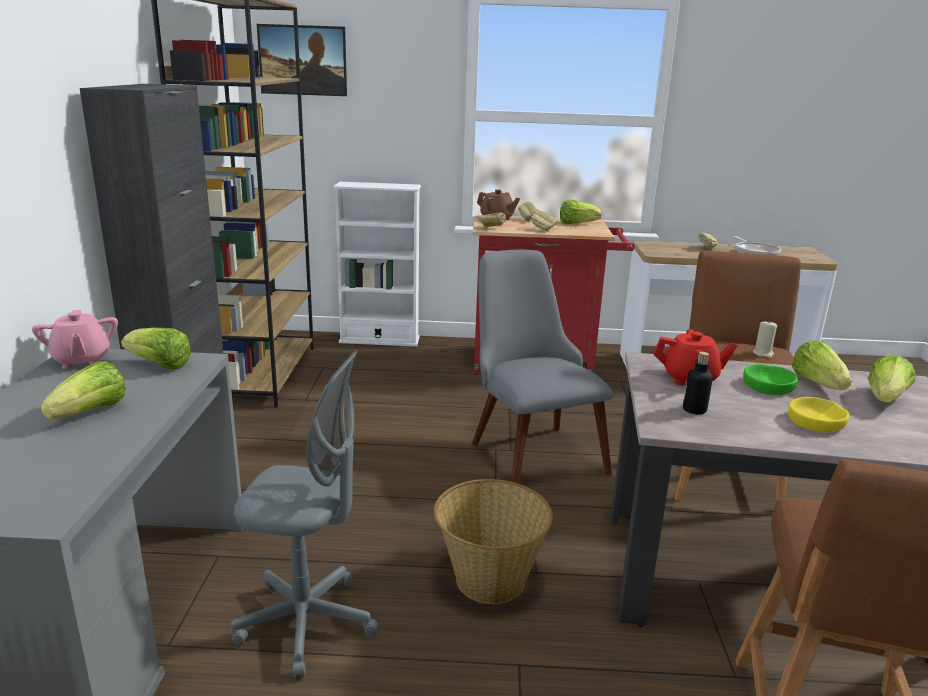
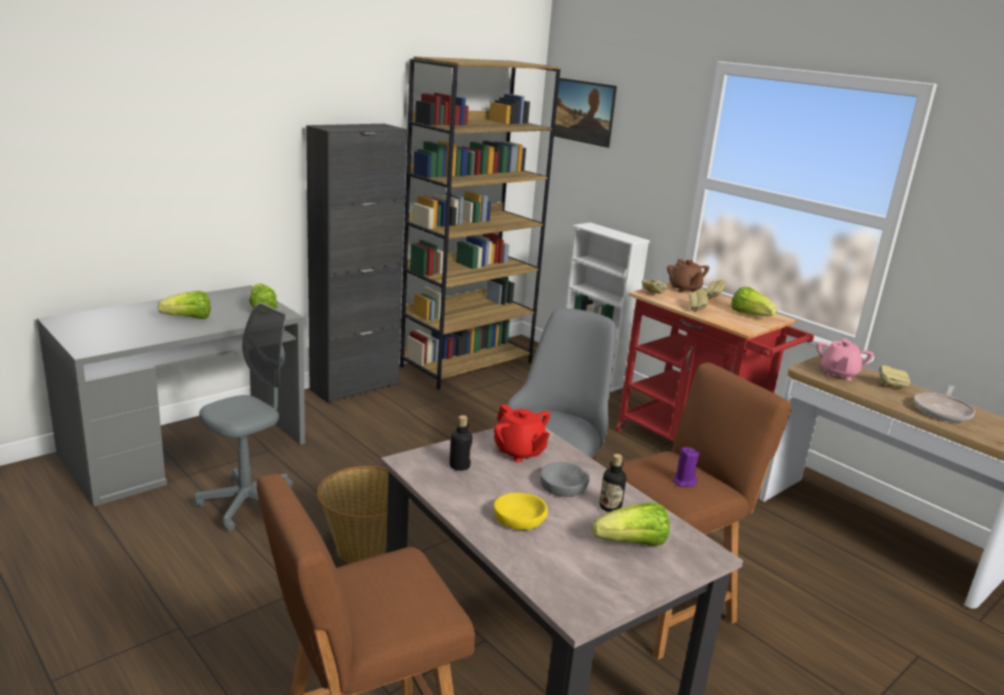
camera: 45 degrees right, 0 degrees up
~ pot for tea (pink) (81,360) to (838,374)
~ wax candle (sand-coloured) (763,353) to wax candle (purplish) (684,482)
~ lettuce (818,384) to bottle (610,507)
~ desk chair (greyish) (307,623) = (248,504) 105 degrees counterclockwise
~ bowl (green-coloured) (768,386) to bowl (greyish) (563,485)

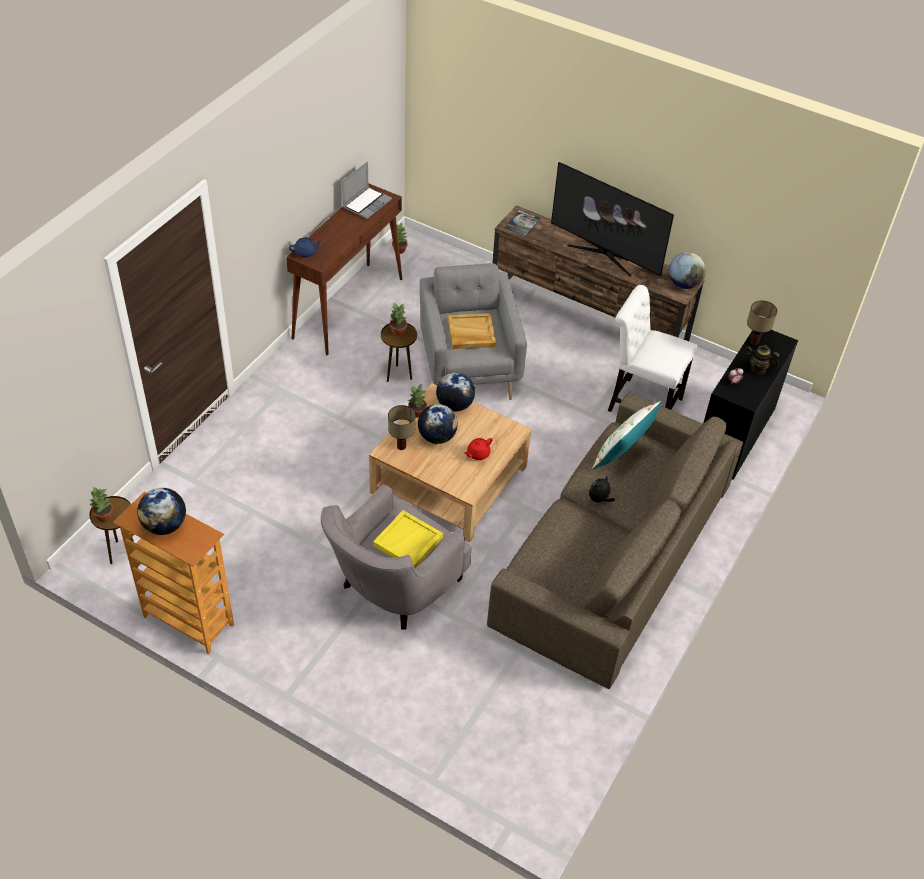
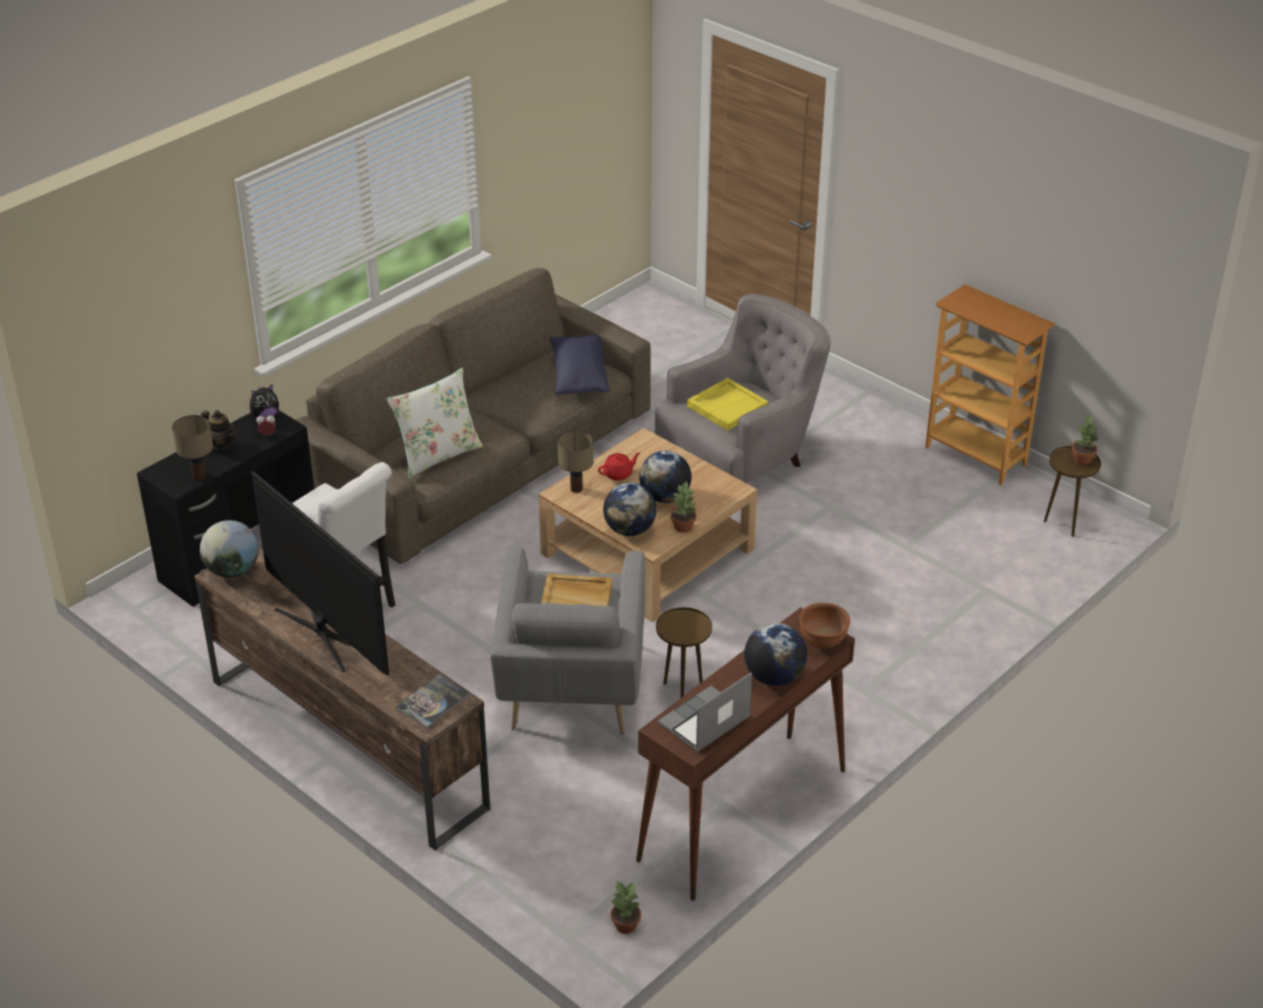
camera: 165 degrees left, 10 degrees down
~ pot for tea (blue) (305,252) to bowl (brown) (822,641)
- plant in a pot (398,331)
~ lamp for a table (401,447) to (576,488)
~ cuddly toy (599,499) to (265,416)
~ world globe (165,525) to (774,677)
+ cushion (blue) (579,376)

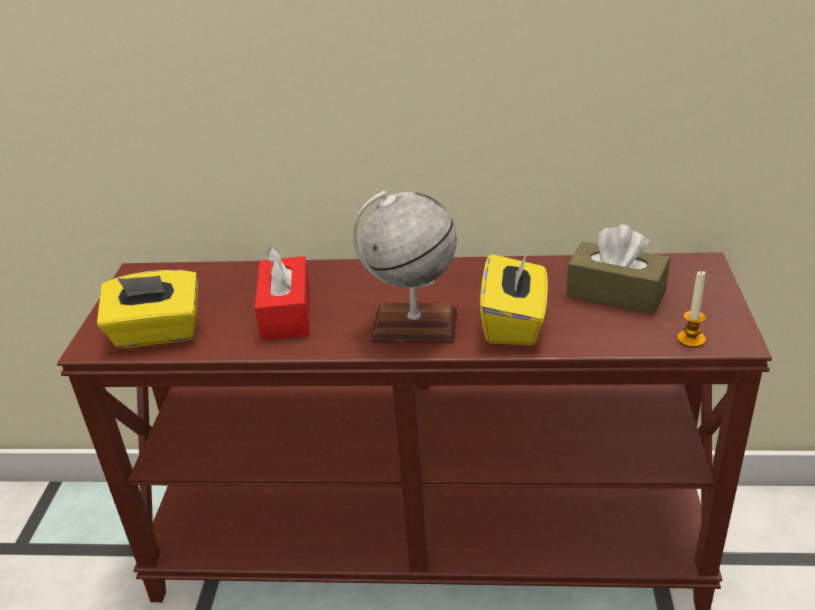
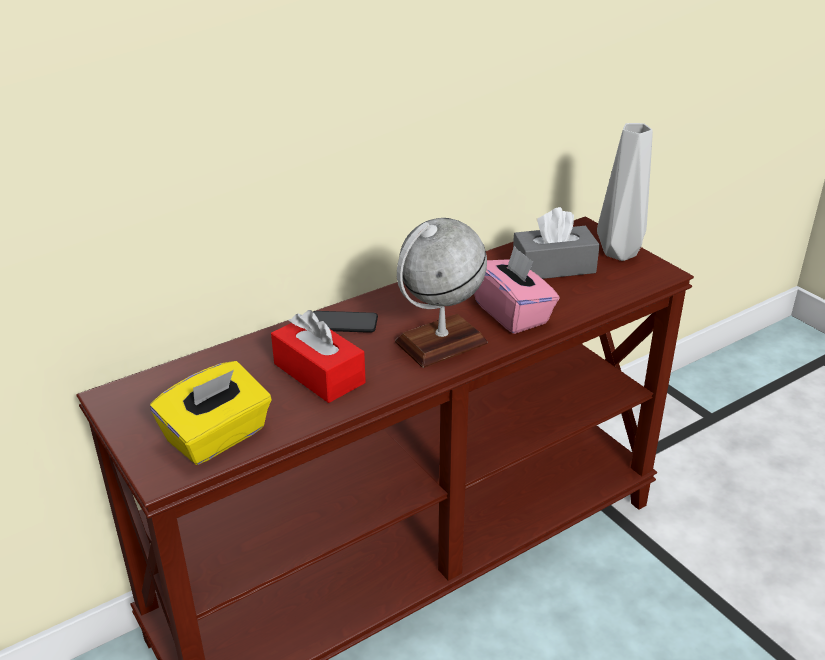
camera: 40 degrees left, 0 degrees up
~ tissue holder (brown) (616,293) to tissue holder (greyish) (553,267)
~ tissue holder (yellowish) (514,323) to tissue holder (pink) (512,313)
- wax candle (691,339)
+ vase (greyish) (617,253)
+ telephone (343,323)

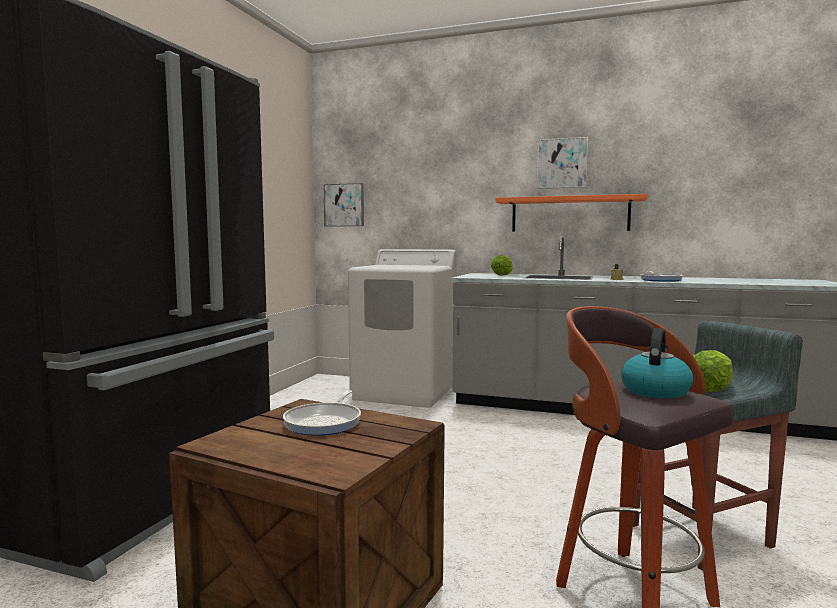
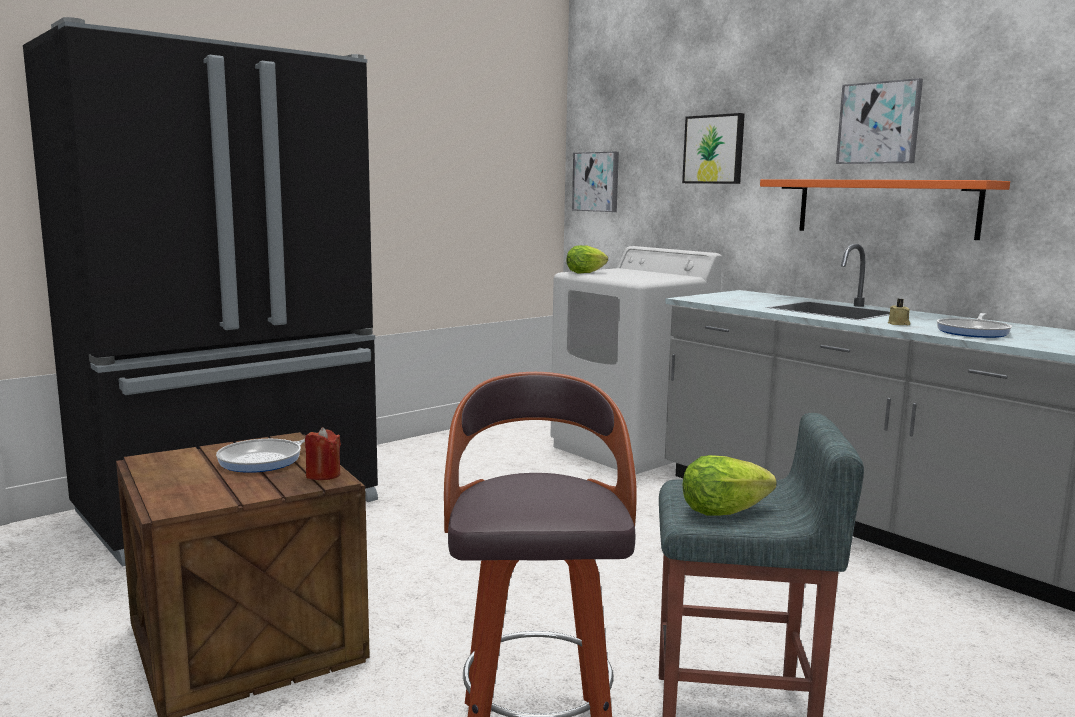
camera: 30 degrees right, 5 degrees up
~ lettuce (502,275) to (585,273)
- water kettle (655,390)
+ picture (714,149)
+ wax candle (reddish) (323,475)

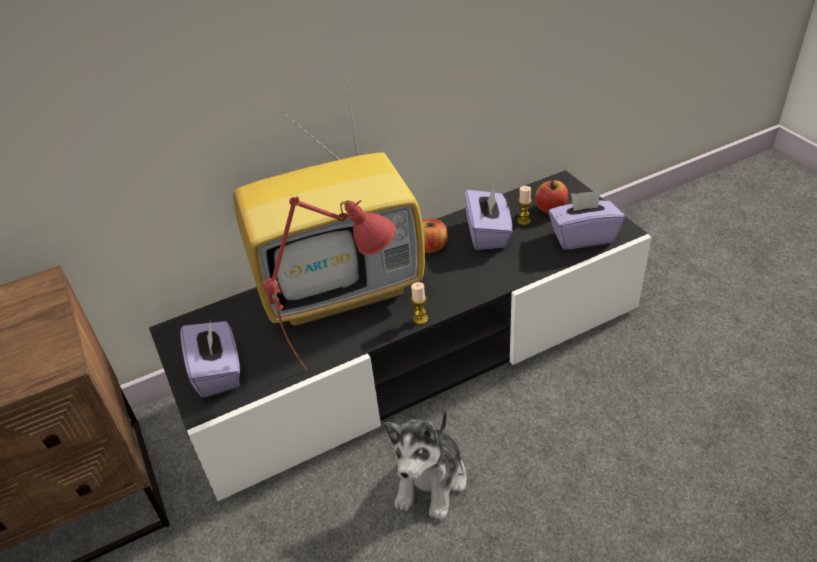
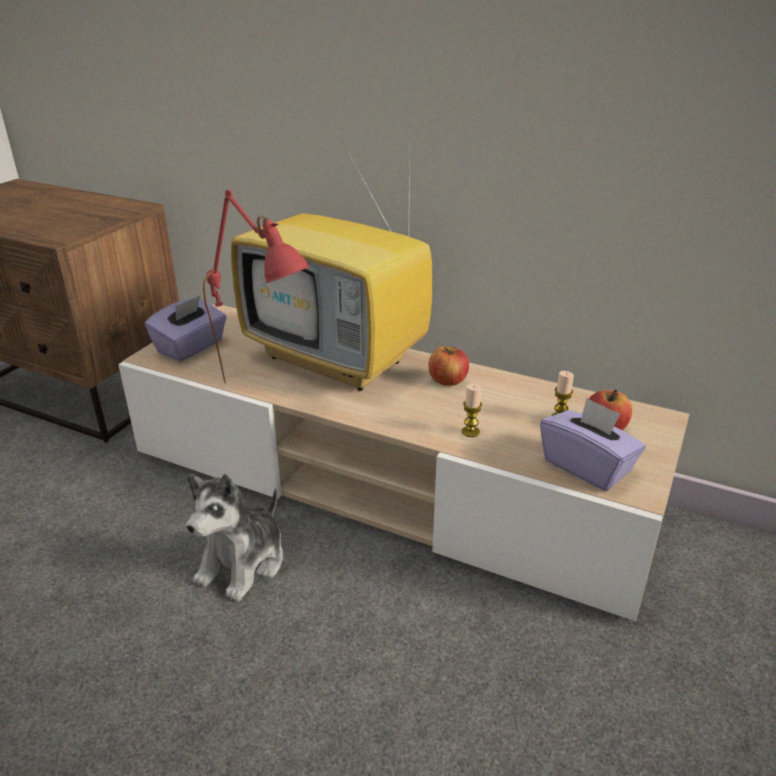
camera: 50 degrees right, 10 degrees down
~ tv unit (blackish) (415,354) to tv unit (sand-coloured) (388,483)
- tissue holder (purplish) (488,233)
~ wax candle (420,319) to (470,432)
~ cuddly toy (431,481) = (243,563) 45 degrees counterclockwise

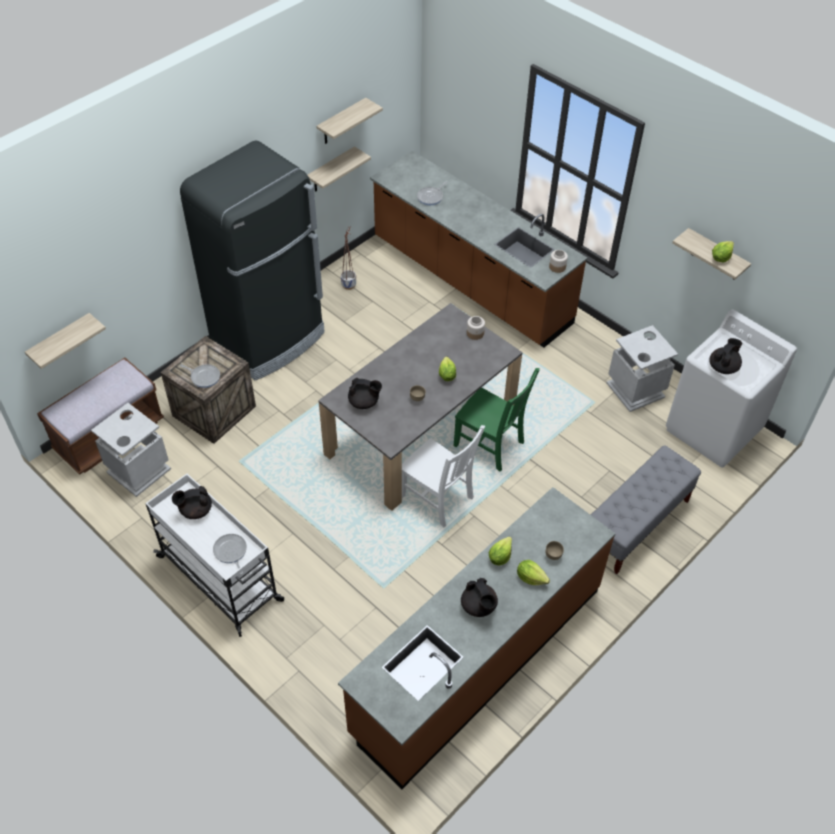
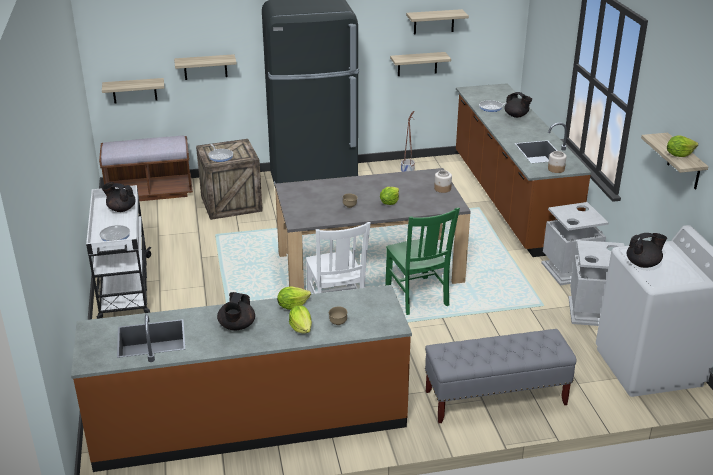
camera: 35 degrees right, 20 degrees down
~ pot for tea (blackish) (364,402) to (516,116)
~ waste bin (greyish) (138,471) to (569,271)
+ bracket shelf (205,67)

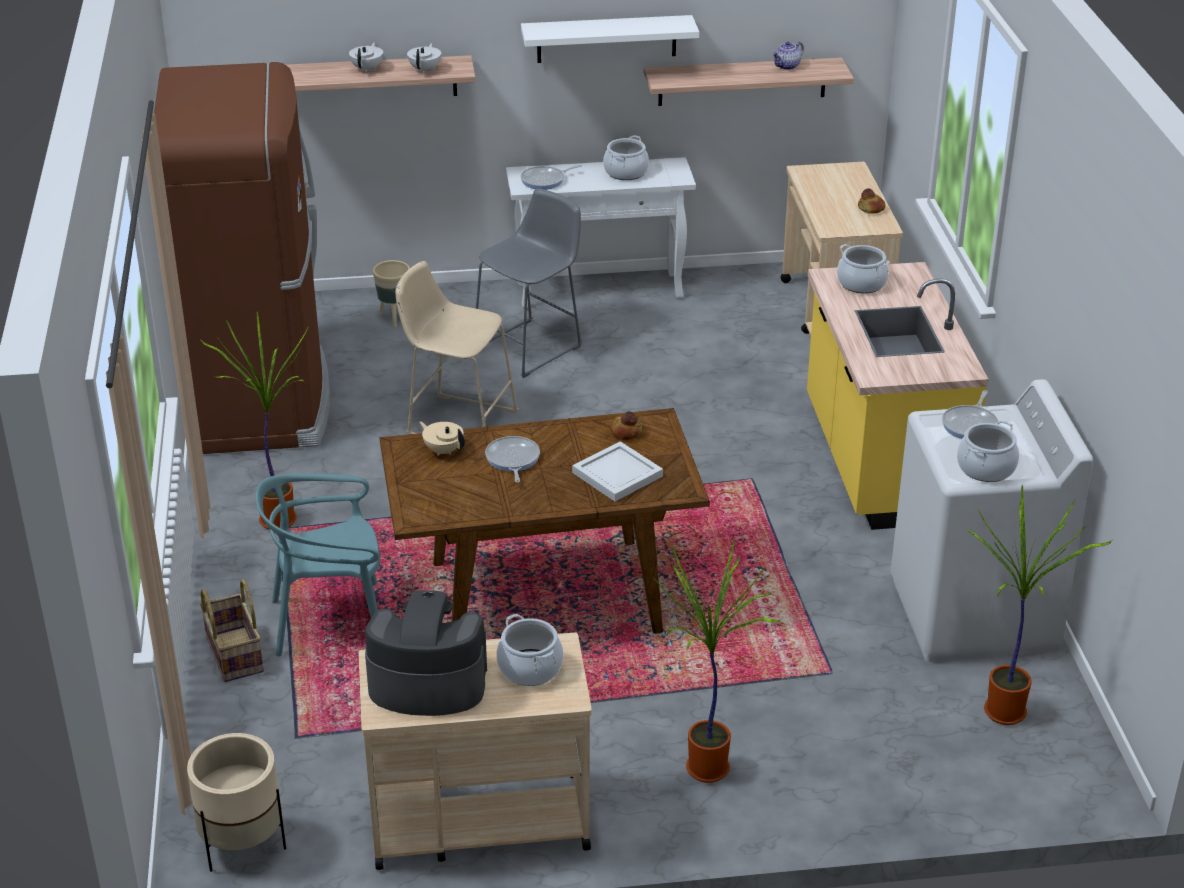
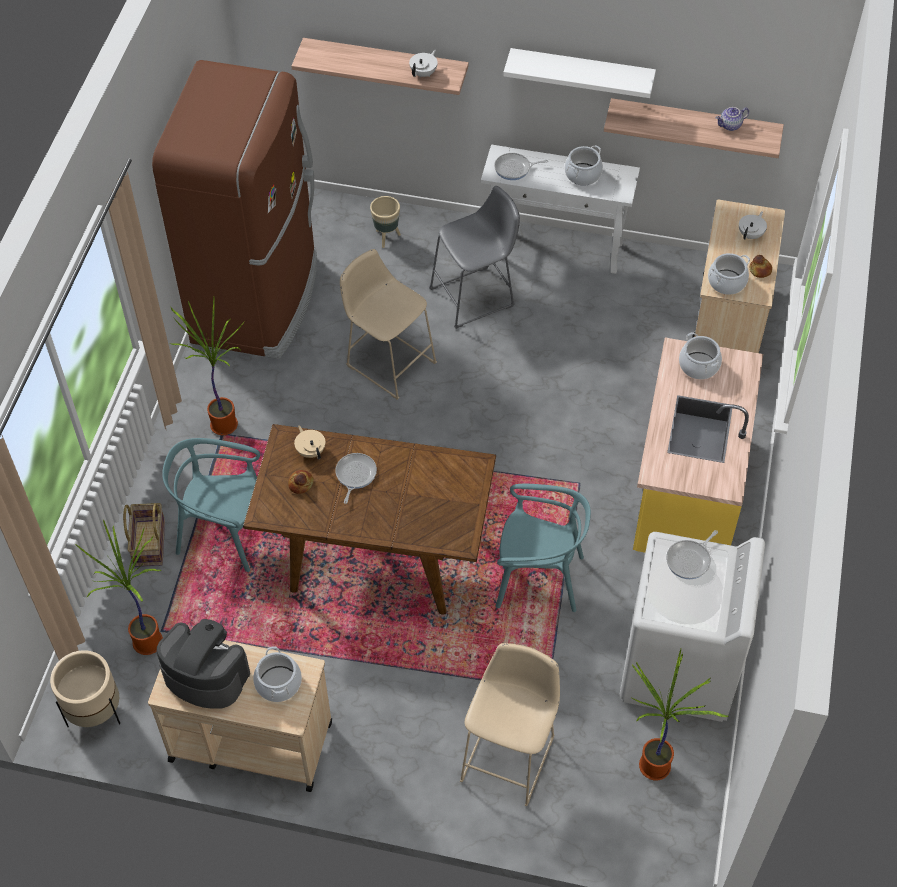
camera: 20 degrees right, 20 degrees up
~ pot for tea (white) (367,69) to (751,234)
~ baked bread (626,432) to (301,484)
~ cooking pot (985,468) to (726,282)
- tray (white) (619,474)
~ plant in a pot (709,771) to (148,645)
+ plain chair (turquoise) (538,578)
+ stool (sand-coloured) (510,754)

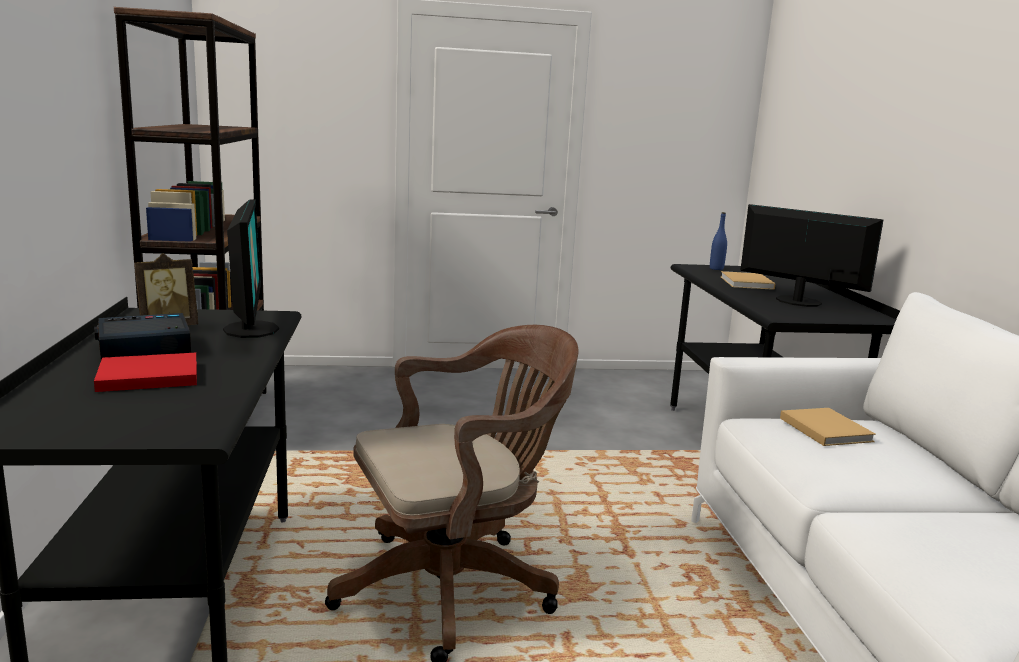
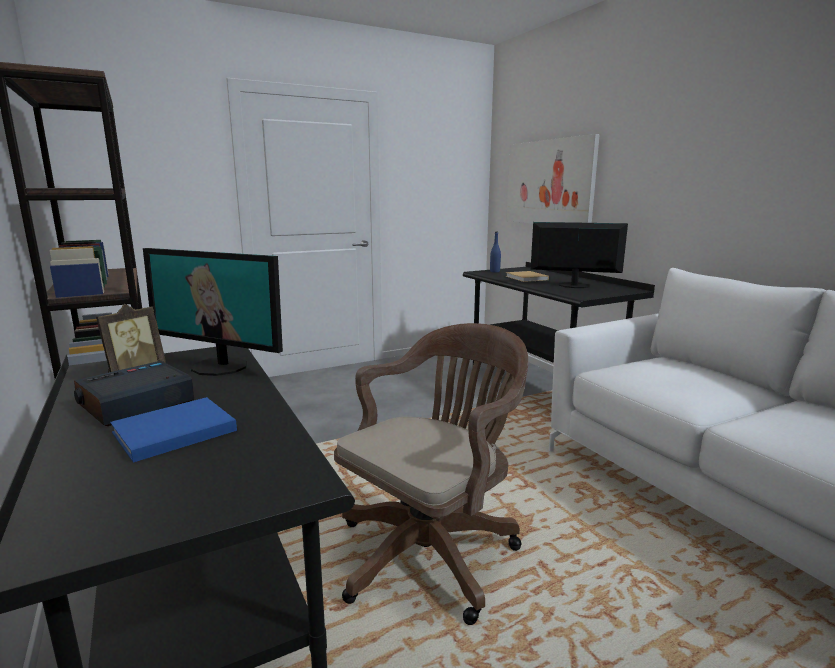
camera: 20 degrees left, 0 degrees up
~ monitor (249,329) = (220,366) 150 degrees clockwise
~ volume (reddish) (145,376) to volume (blue) (171,432)
- volume (sand-coloured) (823,428)
+ picture (549,182)

